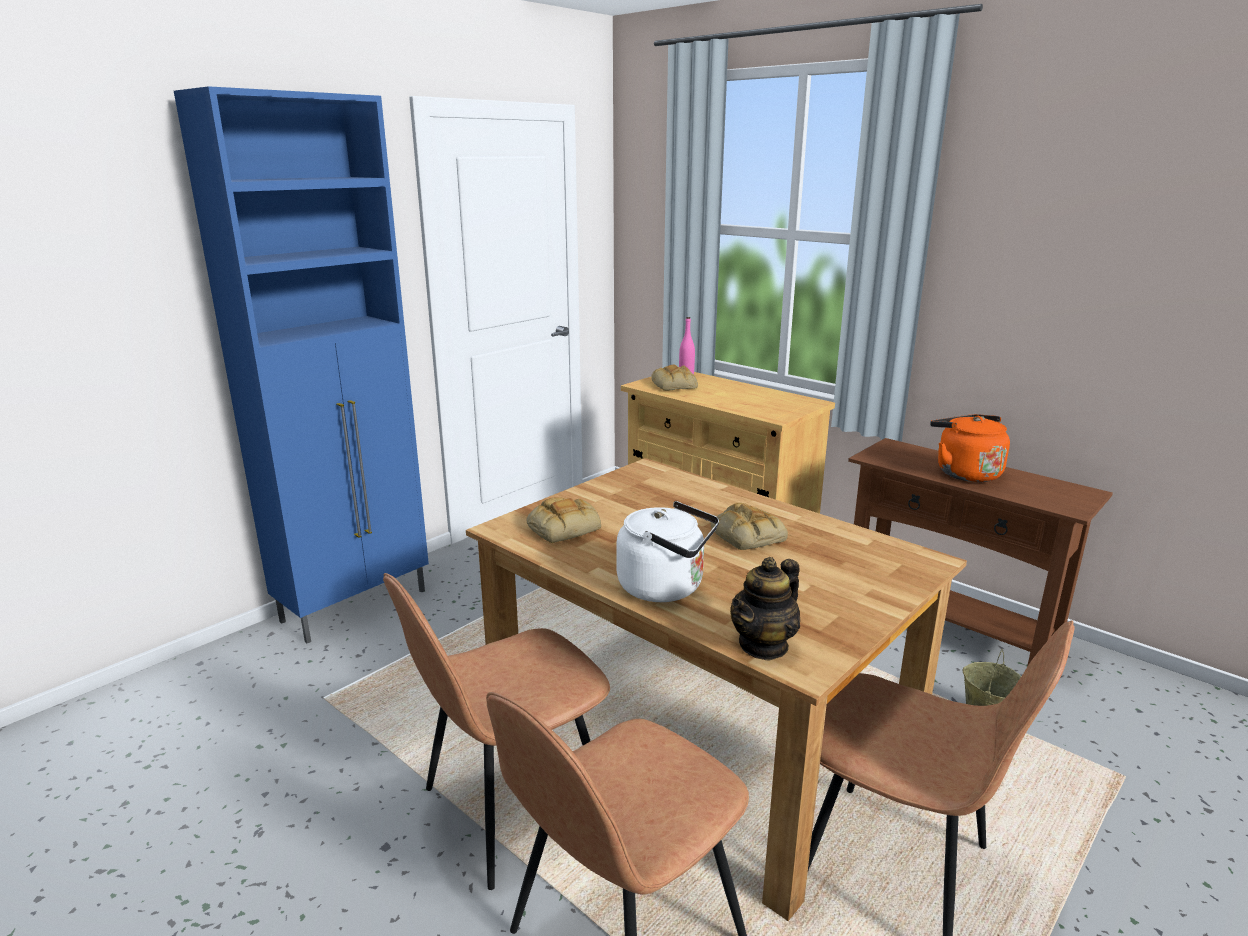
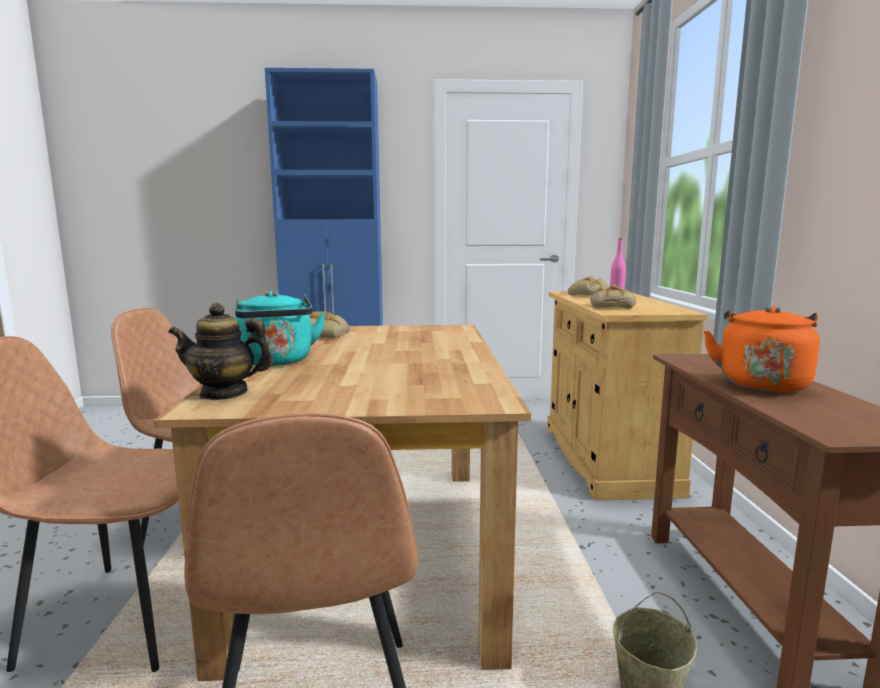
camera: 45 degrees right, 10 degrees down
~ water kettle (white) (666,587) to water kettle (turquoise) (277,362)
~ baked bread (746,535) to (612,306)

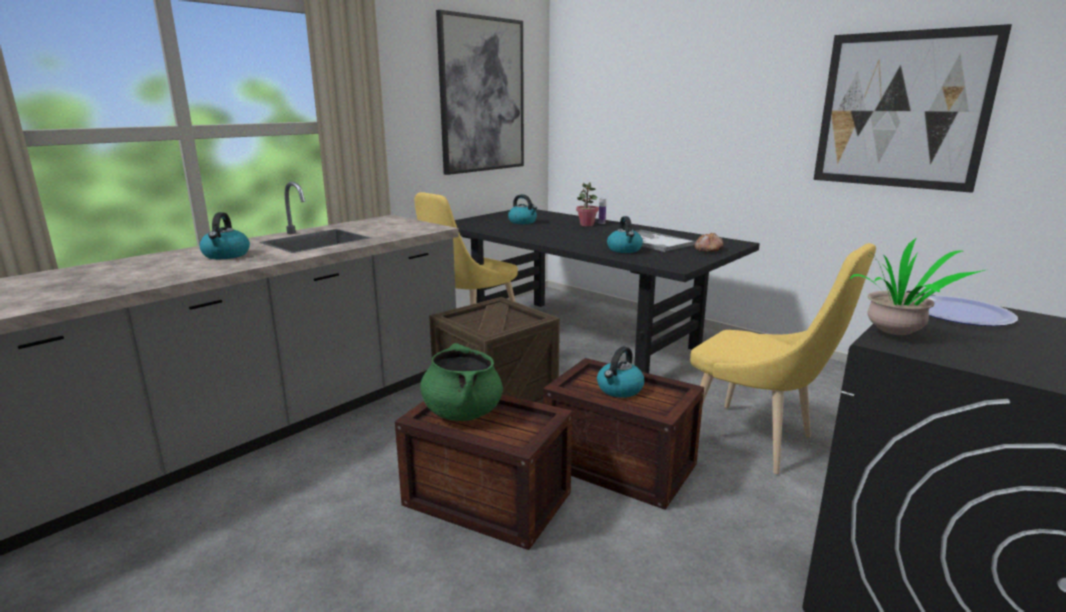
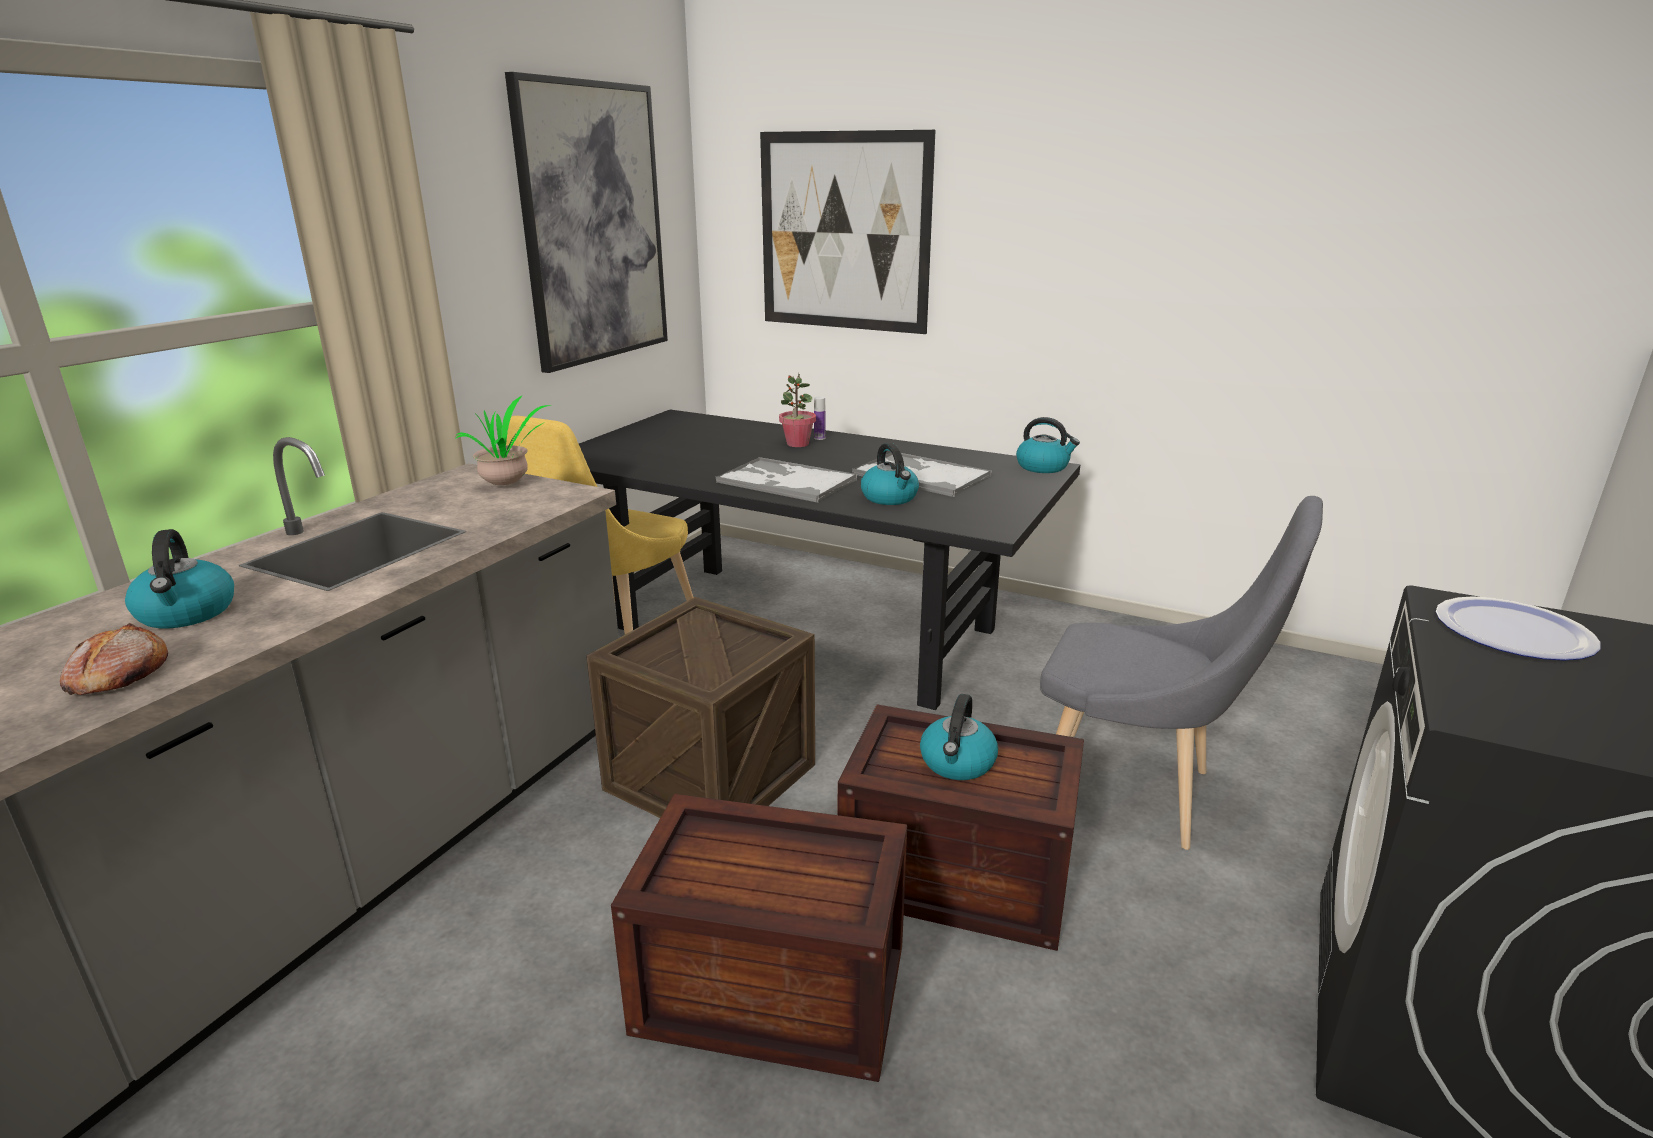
camera: 15 degrees left, 5 degrees up
~ picture (901,110) to (844,232)
~ water kettle (523,222) to (1043,467)
~ baked bread (707,249) to (118,676)
~ plant in a pot (896,334) to (509,485)
~ plain chair (yellowish) (757,442) to plain chair (greyish) (1137,793)
- cooking pot (green-coloured) (462,412)
+ tray (785,481)

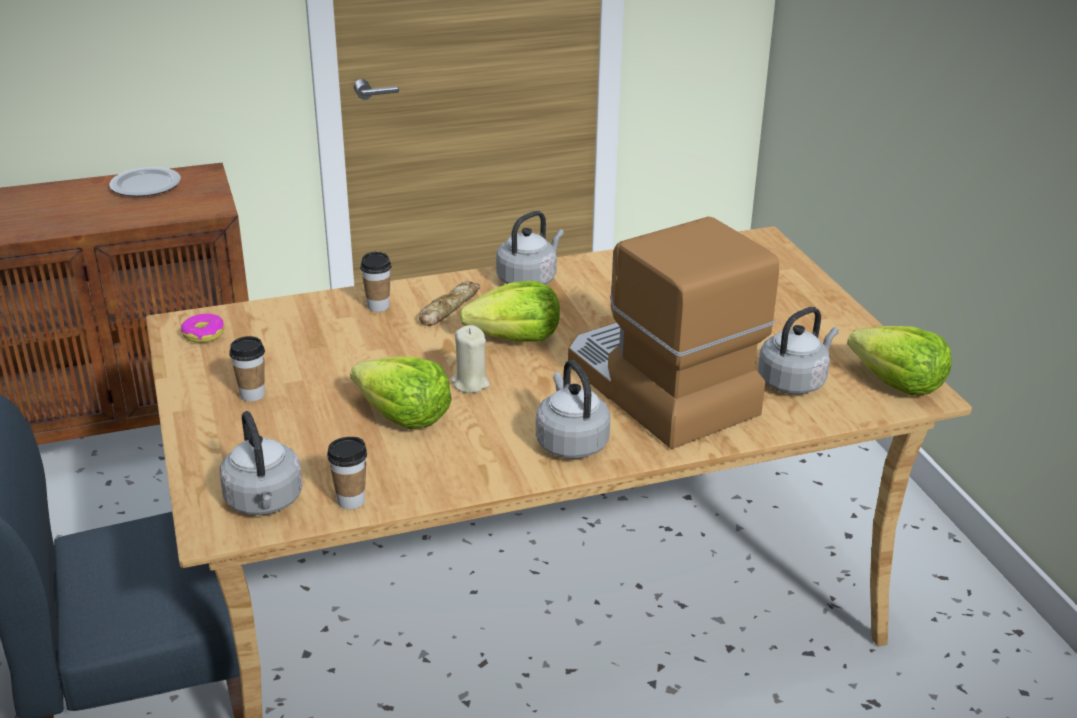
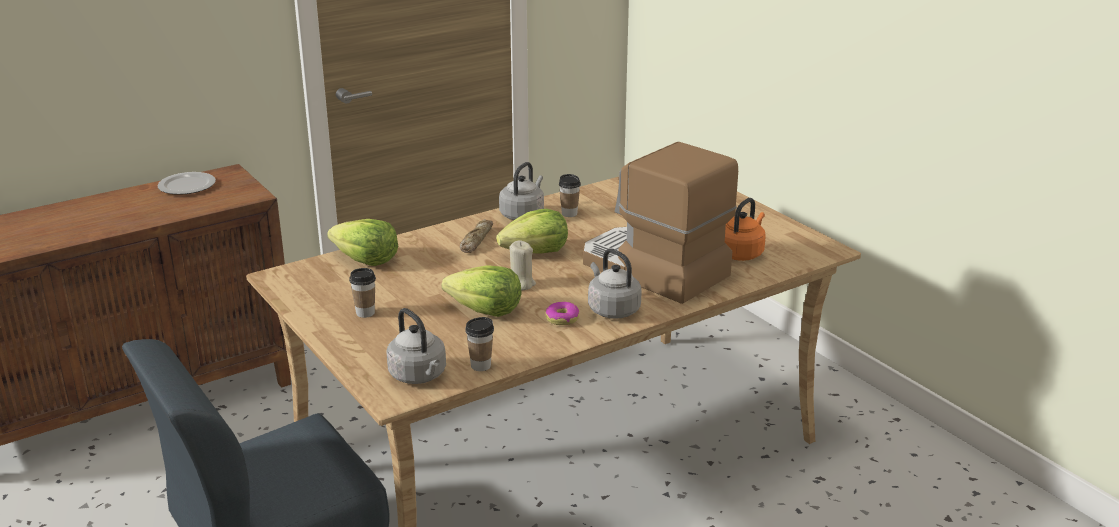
camera: 15 degrees left, 5 degrees down
~ drinking cup (378,306) to (569,214)
~ water kettle (greyish) (794,381) to water kettle (orange-coloured) (741,253)
~ ring doughnut (204,334) to (562,318)
~ lettuce (897,383) to (366,260)

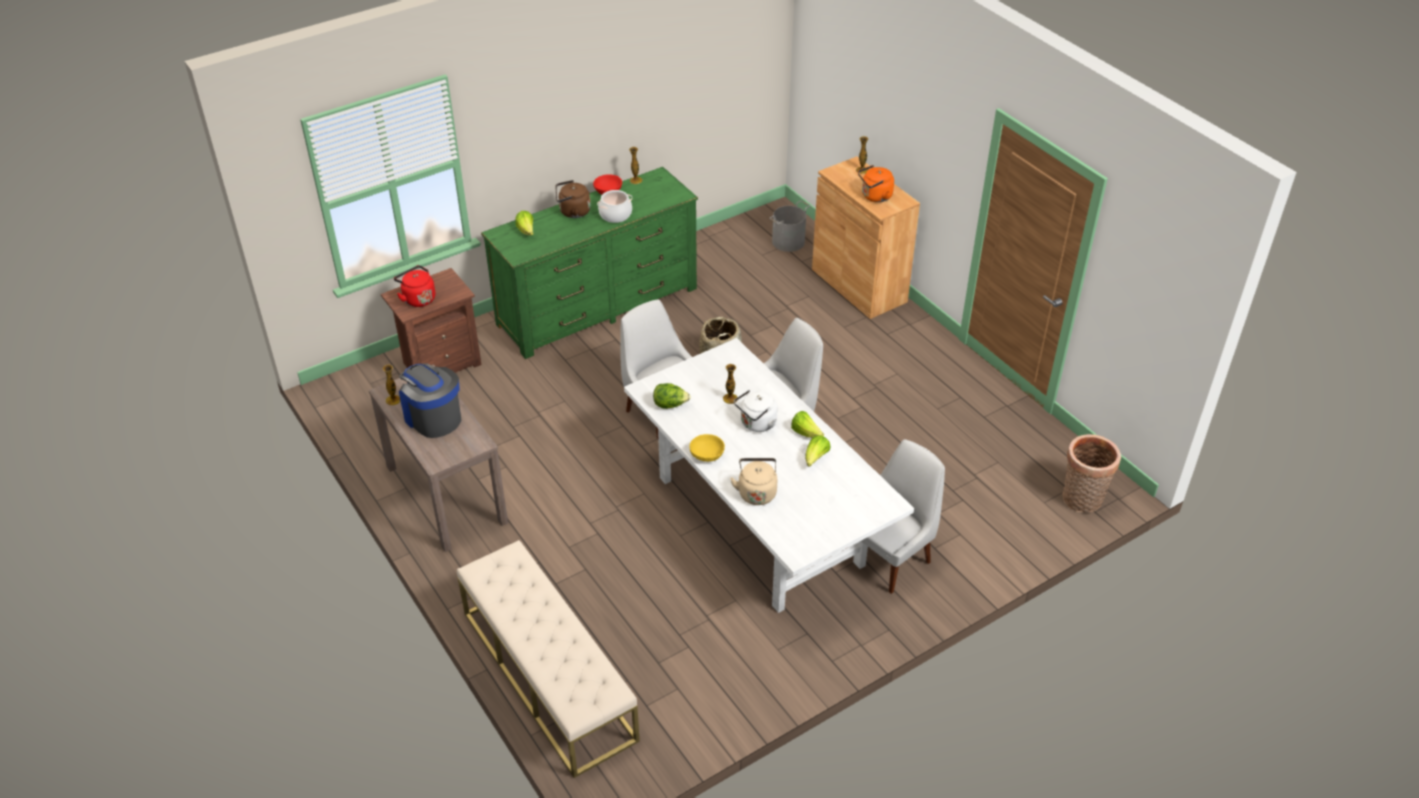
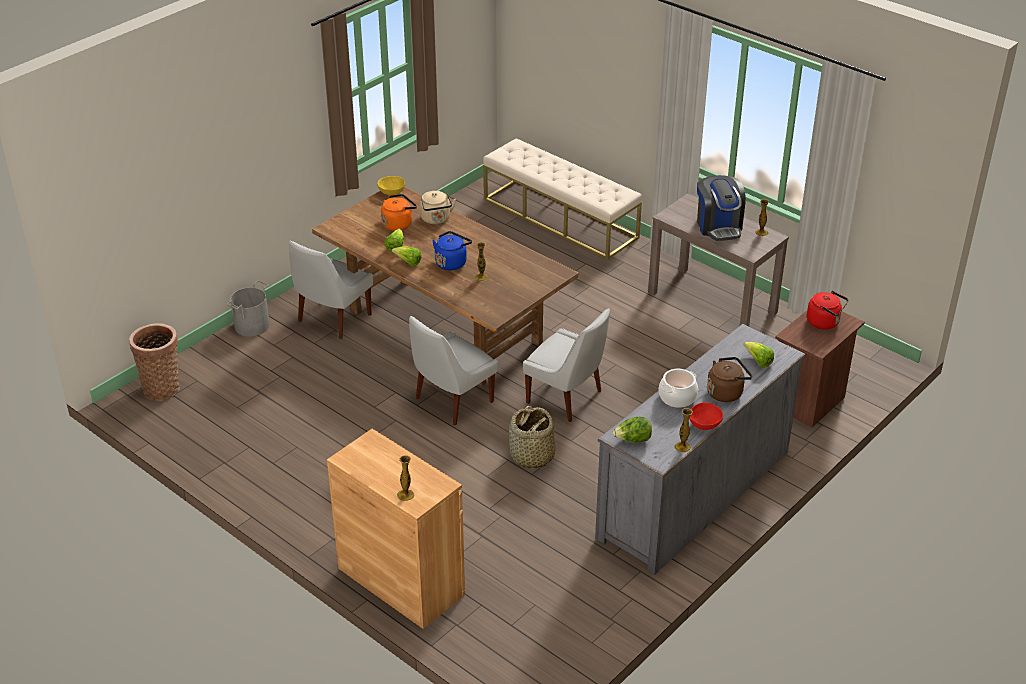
camera: 165 degrees right, 5 degrees down
~ water kettle (orange-coloured) (875,196) to (398,224)
~ dresser (green-coloured) (598,306) to dresser (greyish) (694,494)
~ water bucket (greyish) (788,242) to (251,325)
~ kitchen table (white) (760,521) to kitchen table (brown) (444,326)
~ coffee maker (433,417) = (718,226) 45 degrees clockwise
~ lettuce (670,405) to (633,440)
~ water kettle (white) (756,424) to water kettle (blue) (452,262)
~ bowl (yellowish) (707,456) to (391,192)

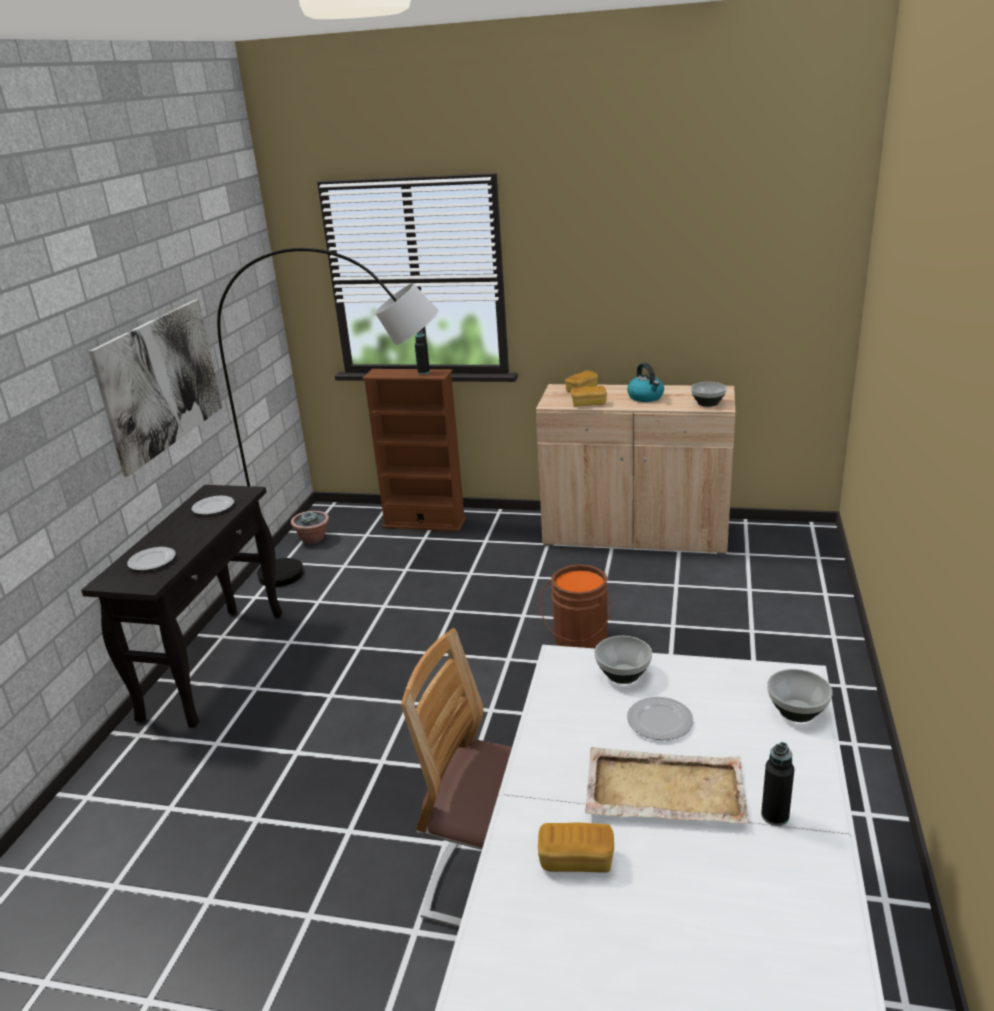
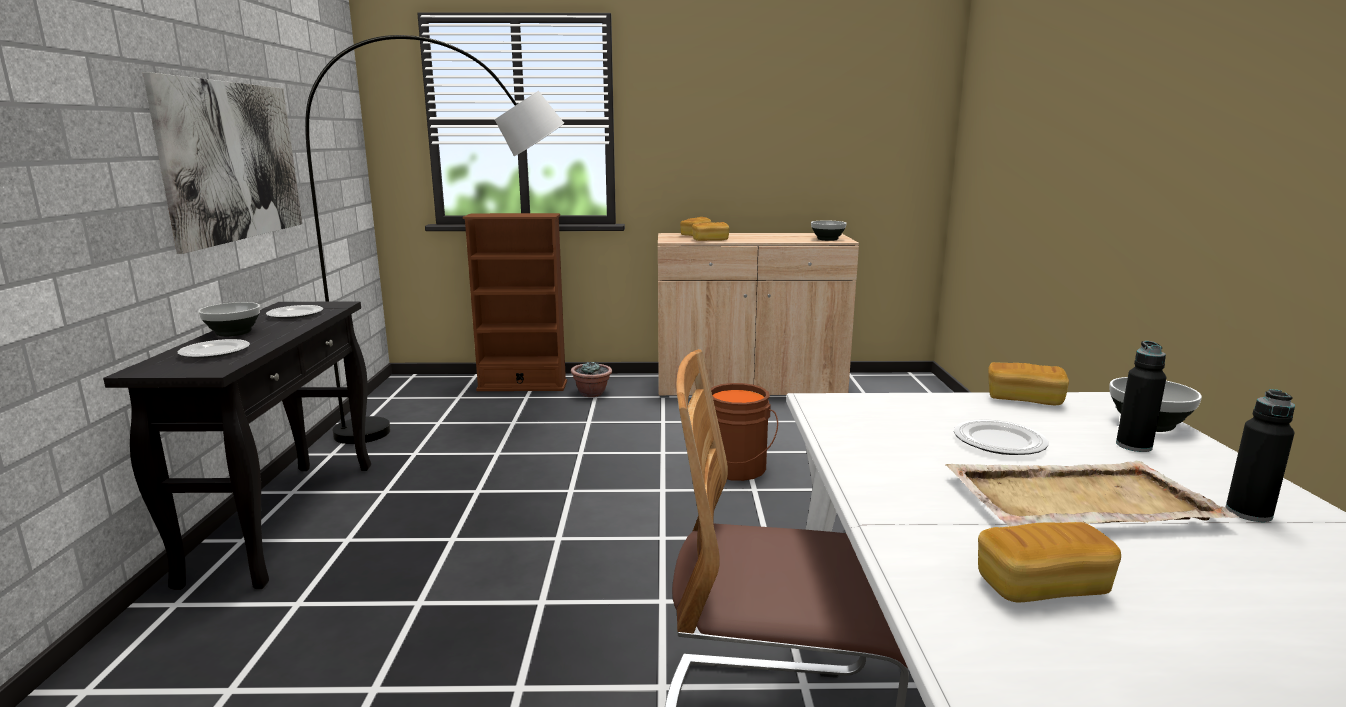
camera: 15 degrees left, 10 degrees down
~ bottle (blackish) (423,372) to (1133,446)
- water kettle (646,397)
~ plant in a pot (313,539) to (592,393)
~ bowl (624,674) to (234,333)
+ baked bread (1024,399)

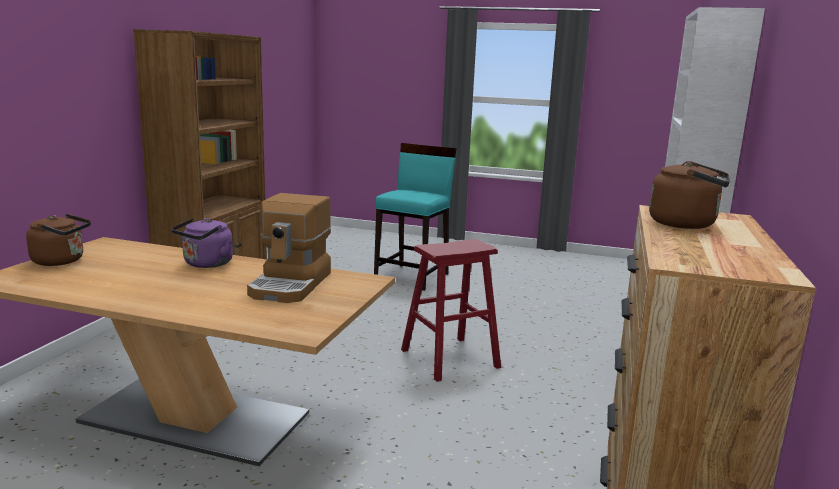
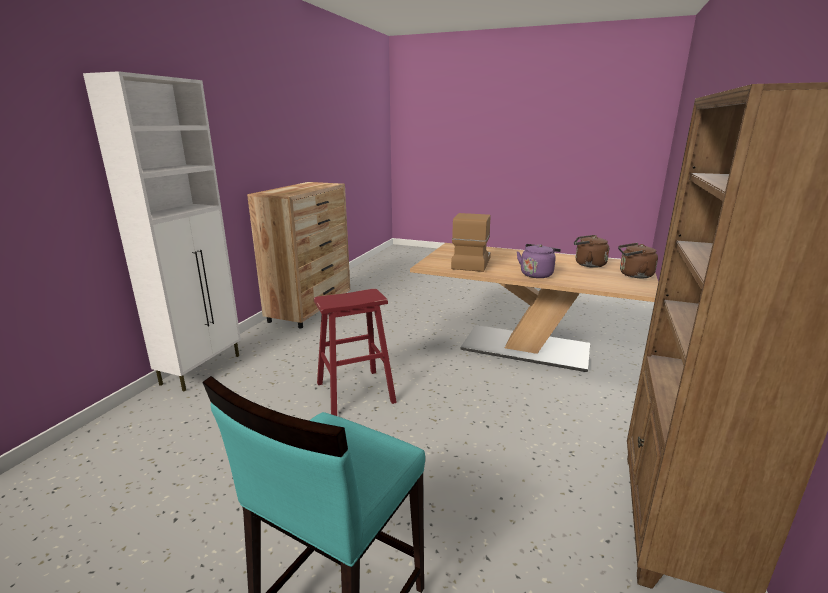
camera: 175 degrees left, 5 degrees up
~ water kettle (brown) (686,224) to (587,264)

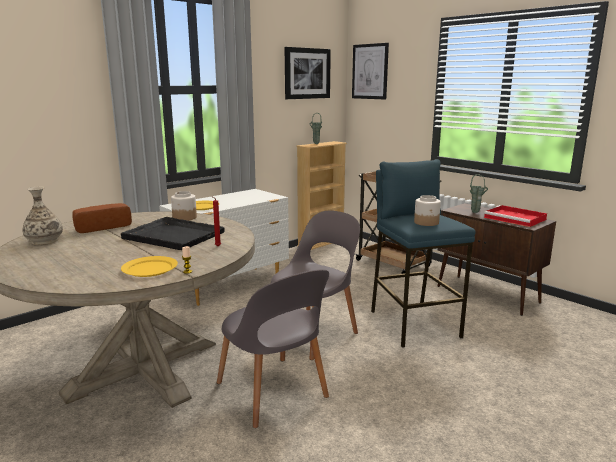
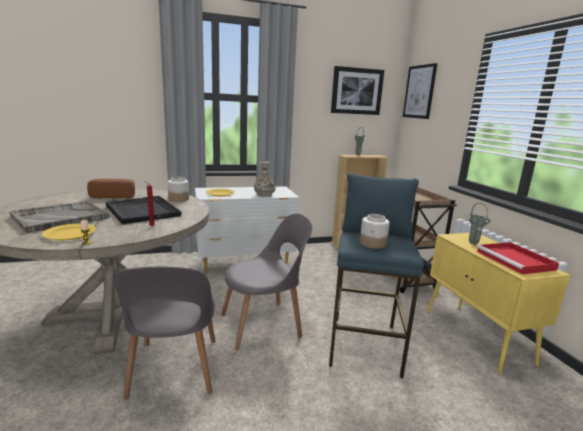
camera: 25 degrees right, 0 degrees up
~ vase (44,241) to (264,194)
~ cabinet (brown) (488,295) to cabinet (yellowish) (477,337)
+ tray (greyish) (59,217)

